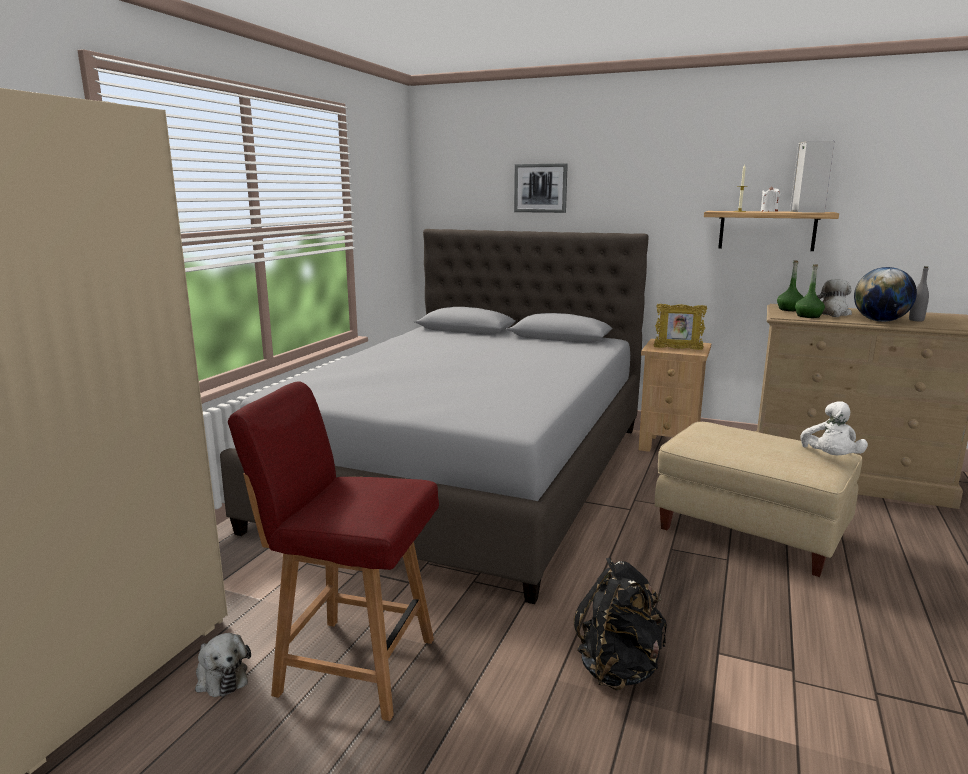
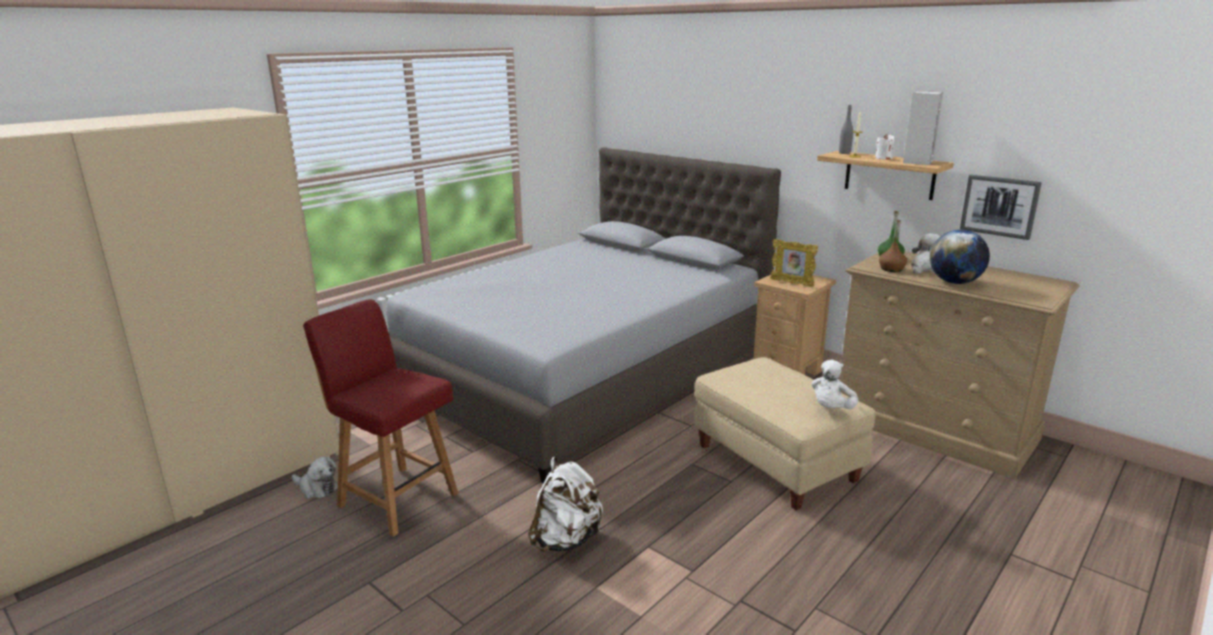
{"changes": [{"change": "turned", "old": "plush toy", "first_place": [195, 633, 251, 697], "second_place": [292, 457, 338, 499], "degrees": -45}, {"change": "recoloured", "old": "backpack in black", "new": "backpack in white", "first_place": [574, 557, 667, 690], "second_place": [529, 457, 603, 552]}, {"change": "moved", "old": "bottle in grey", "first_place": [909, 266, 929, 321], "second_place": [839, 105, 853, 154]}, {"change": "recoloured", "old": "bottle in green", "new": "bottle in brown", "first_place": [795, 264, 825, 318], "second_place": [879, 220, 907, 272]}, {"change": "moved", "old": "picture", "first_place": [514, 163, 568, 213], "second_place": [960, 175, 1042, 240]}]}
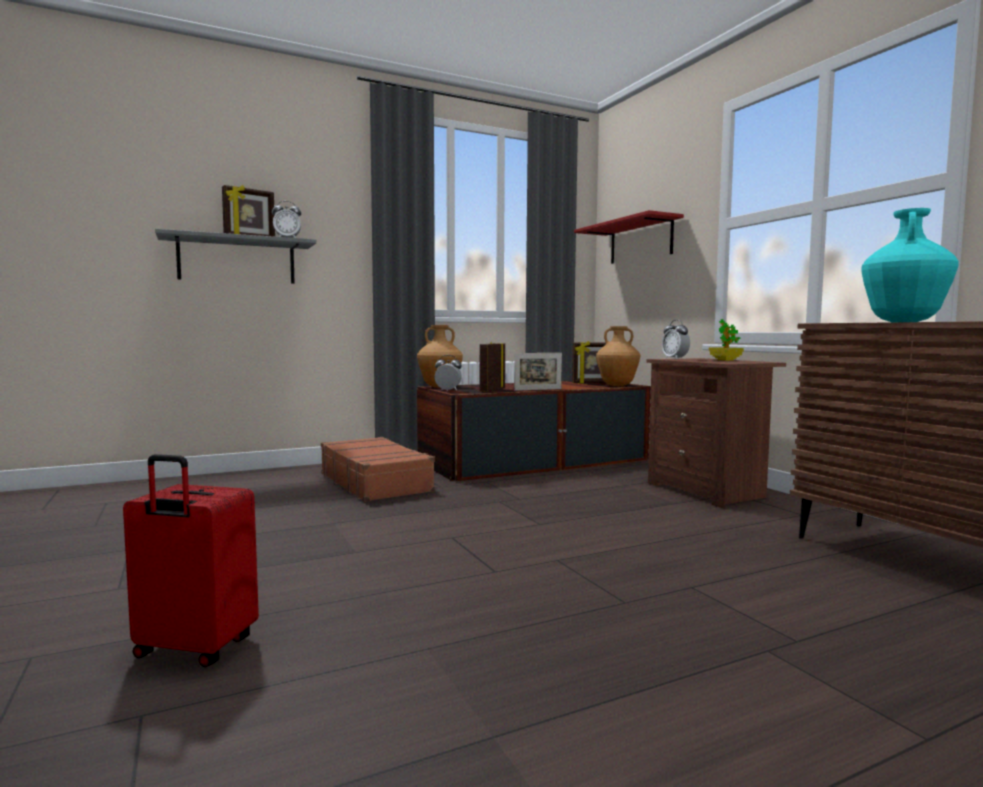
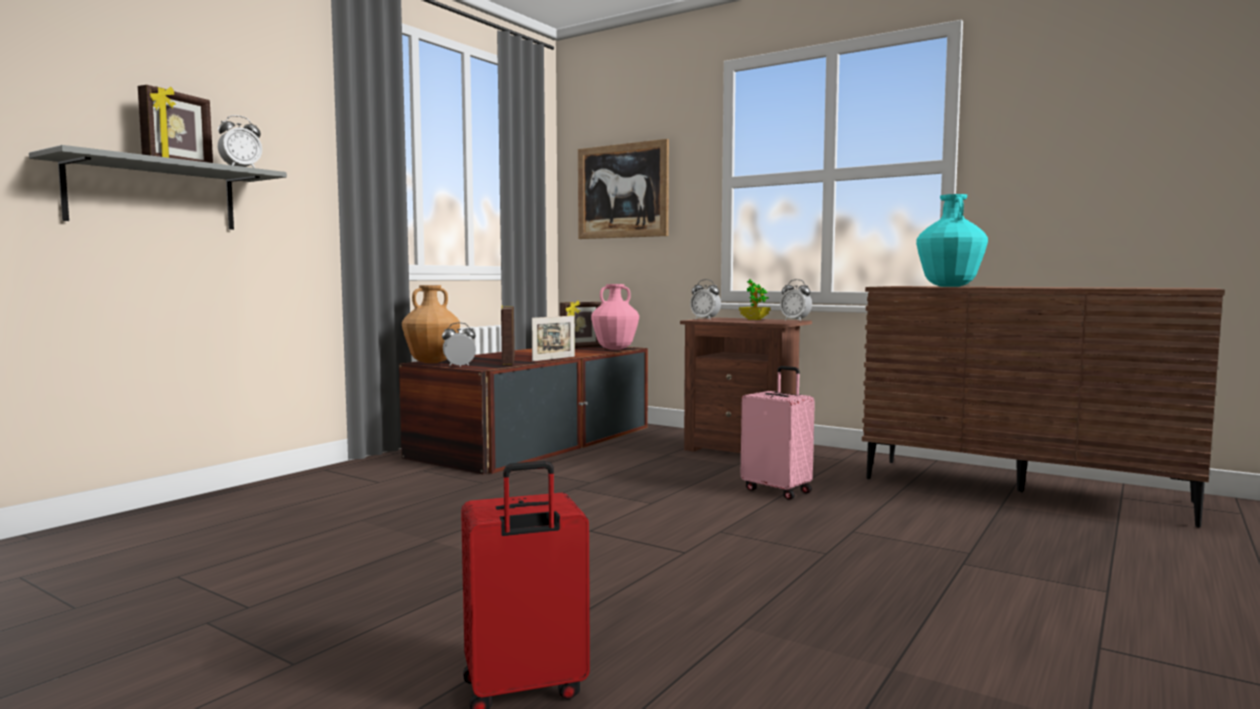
{"changes": [{"change": "replaced", "old": "shelf in red", "new": "picture", "first_place": [574, 210, 684, 264], "second_place": [578, 139, 669, 239]}, {"change": "recoloured", "old": "vase in brown", "new": "vase in pink", "first_place": [596, 326, 640, 386], "second_place": [591, 284, 639, 350]}, {"change": "added", "new": "suitcase in pink", "second_place": [741, 366, 815, 500]}, {"change": "added", "new": "alarm clock", "second_place": [780, 279, 812, 321]}, {"change": "removed", "old": "suitcase in brown", "first_place": [321, 437, 435, 502]}]}
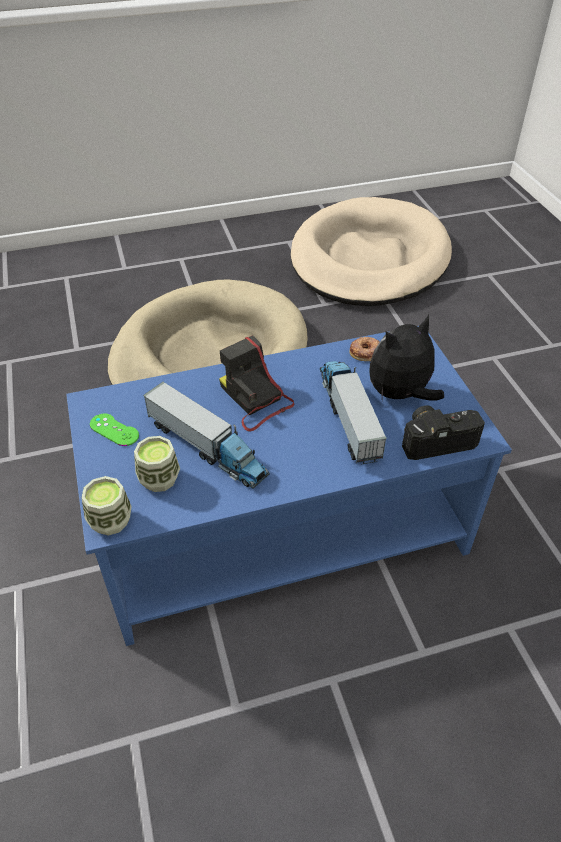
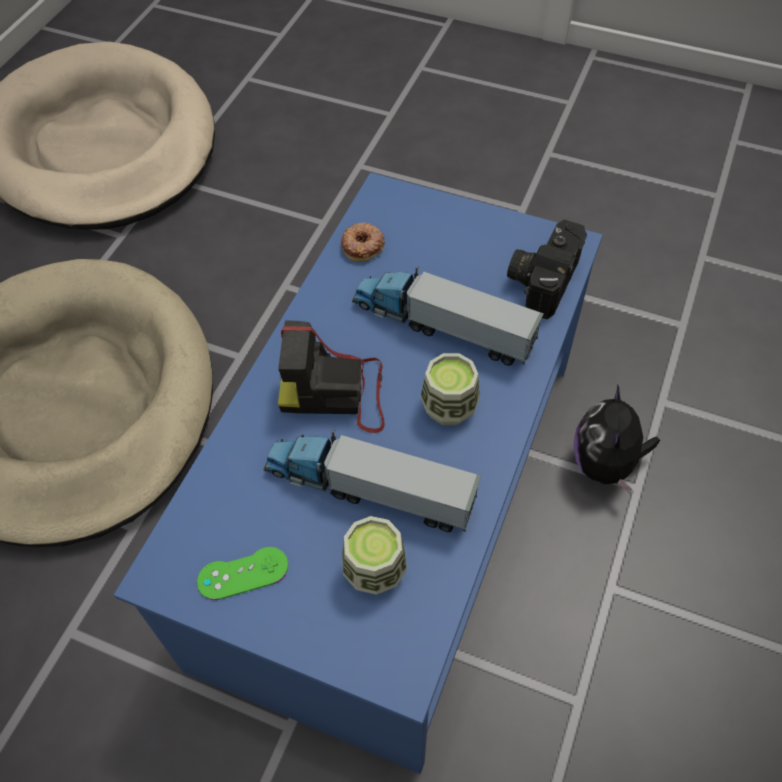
{"changes": [{"change": "turned", "old": "toy truck", "first_place": [143, 382, 270, 489], "second_place": [264, 430, 481, 532], "degrees": -150}, {"change": "moved", "old": "cup", "first_place": [82, 476, 132, 536], "second_place": [420, 353, 480, 425]}, {"change": "moved", "old": "plush toy", "first_place": [369, 315, 444, 401], "second_place": [574, 384, 660, 494]}]}
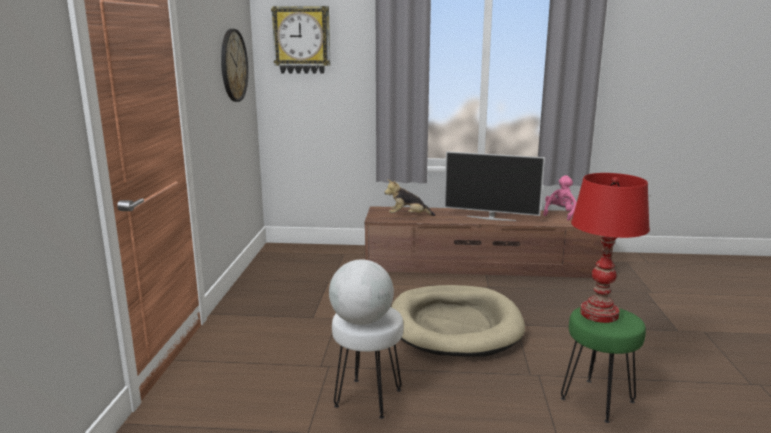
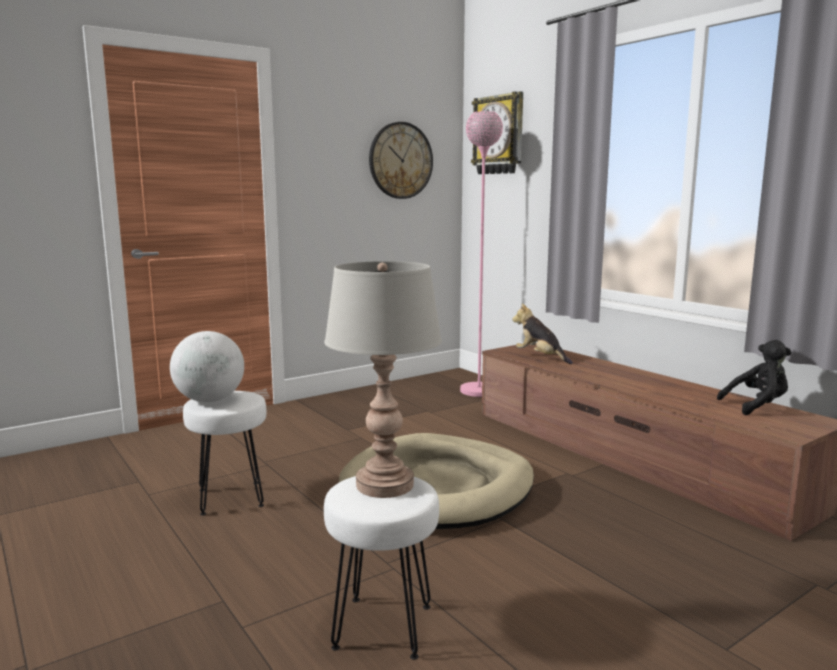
{"changes": [{"change": "recoloured", "old": "table lamp in red", "new": "table lamp in grey", "first_place": [571, 173, 650, 323], "second_place": [324, 261, 442, 498]}, {"change": "recoloured", "old": "stool in green", "new": "stool in white", "first_place": [561, 307, 646, 423], "second_place": [324, 476, 439, 660]}, {"change": "added", "new": "floor lamp in pink", "second_place": [460, 111, 503, 397]}, {"change": "recoloured", "old": "plush toy in pink", "new": "plush toy in black", "first_place": [543, 175, 577, 221], "second_place": [717, 340, 792, 415]}, {"change": "removed", "old": "television", "first_place": [444, 151, 545, 221]}]}
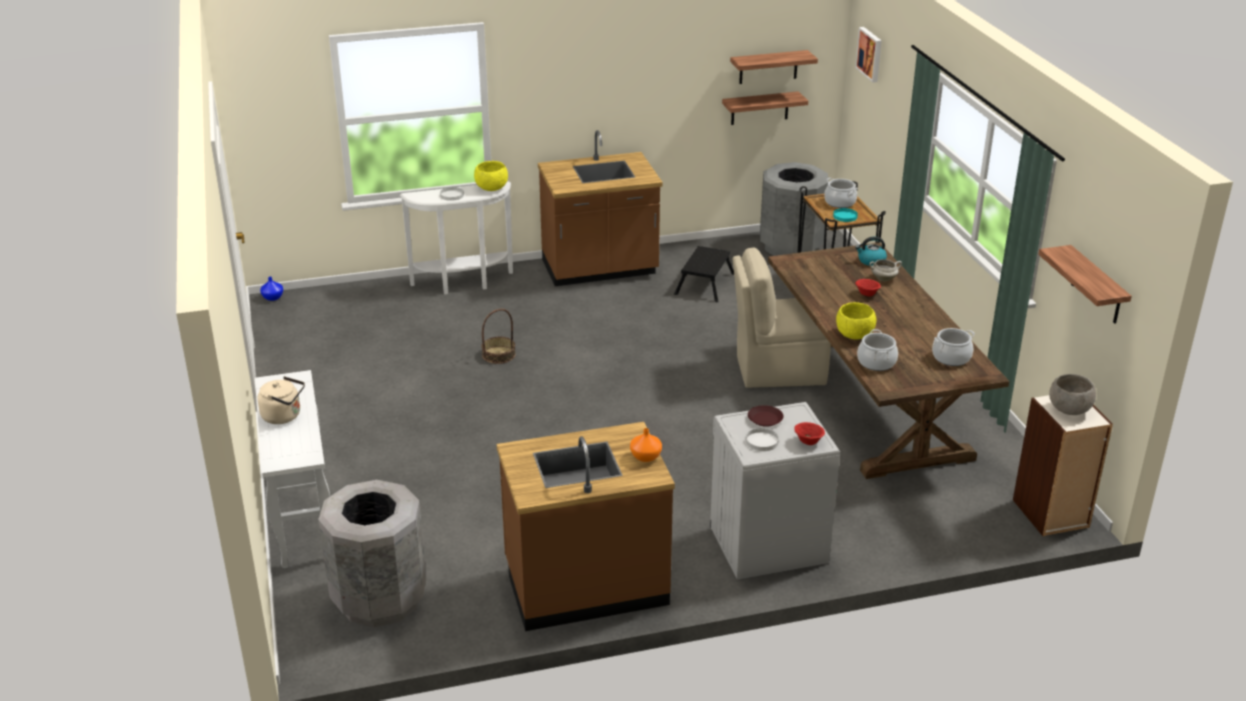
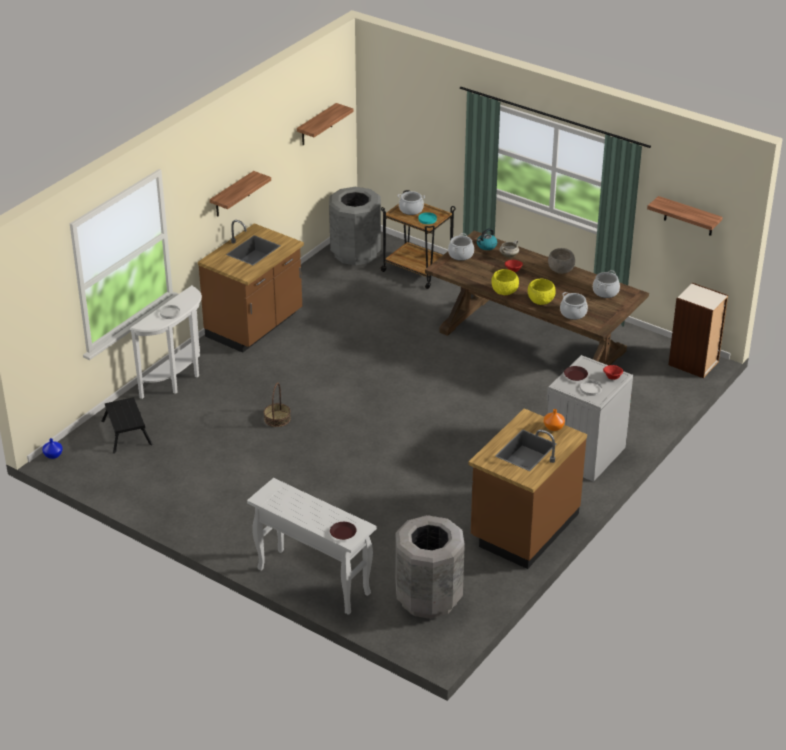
{"changes": [{"change": "moved", "old": "step ladder in black", "first_place": [674, 246, 734, 303], "second_place": [101, 397, 153, 454]}, {"change": "moved", "old": "shelf", "first_place": [722, 91, 808, 125], "second_place": [210, 171, 271, 217]}, {"change": "added", "new": "plate in brown", "second_place": [330, 522, 357, 540]}, {"change": "added", "new": "cooking pot", "second_place": [448, 233, 474, 261]}, {"change": "moved", "old": "bowl in yellow", "first_place": [474, 161, 508, 191], "second_place": [491, 269, 519, 295]}, {"change": "moved", "old": "bowl in grey", "first_place": [1049, 374, 1096, 415], "second_place": [548, 248, 575, 274]}, {"change": "removed", "old": "kettle in beige", "first_place": [257, 376, 305, 424]}, {"change": "removed", "old": "chair in beige", "first_place": [733, 248, 831, 388]}, {"change": "removed", "old": "picture", "first_place": [855, 27, 882, 83]}]}
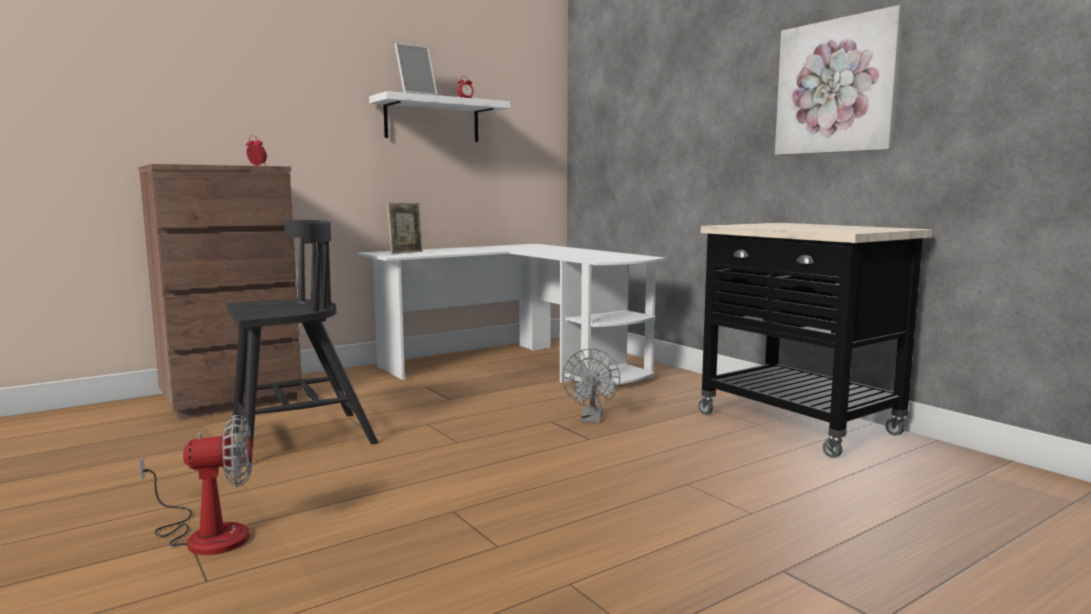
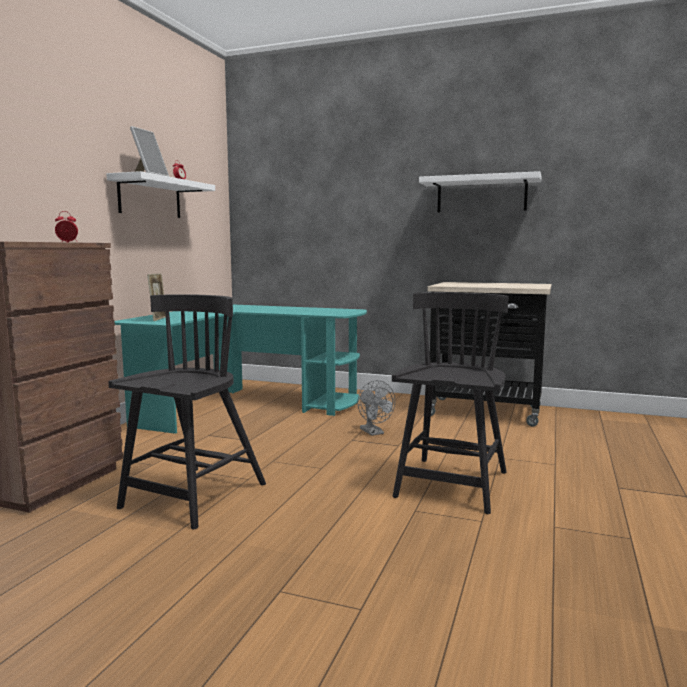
{"changes": [{"change": "recoloured", "old": "desk in white", "new": "desk in turquoise", "first_place": [357, 244, 666, 385], "second_place": [115, 305, 367, 434]}, {"change": "added", "new": "chair in black", "second_place": [392, 292, 509, 514]}, {"change": "replaced", "old": "picture", "new": "shelf in white", "first_place": [775, 5, 904, 155], "second_place": [419, 171, 542, 212]}, {"change": "removed", "old": "fan", "first_place": [140, 415, 252, 555]}]}
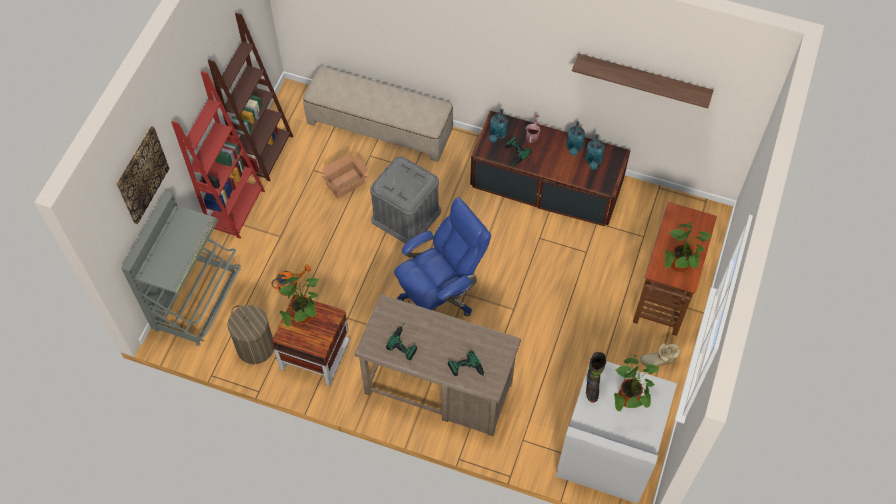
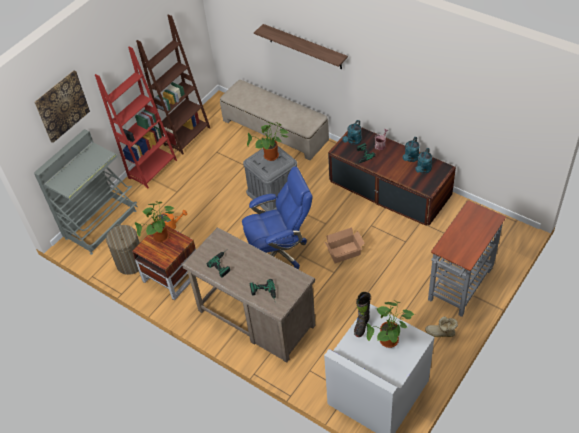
{"changes": [{"change": "moved", "old": "potted plant", "first_place": [665, 222, 711, 273], "second_place": [247, 122, 288, 161]}, {"change": "moved", "old": "shelf", "first_place": [572, 53, 714, 108], "second_place": [254, 24, 348, 70]}, {"change": "moved", "old": "cardboard box", "first_place": [322, 153, 368, 199], "second_place": [324, 227, 365, 264]}, {"change": "recoloured", "old": "cart in brown", "new": "cart in grey", "first_place": [633, 202, 717, 336], "second_place": [428, 200, 506, 317]}]}
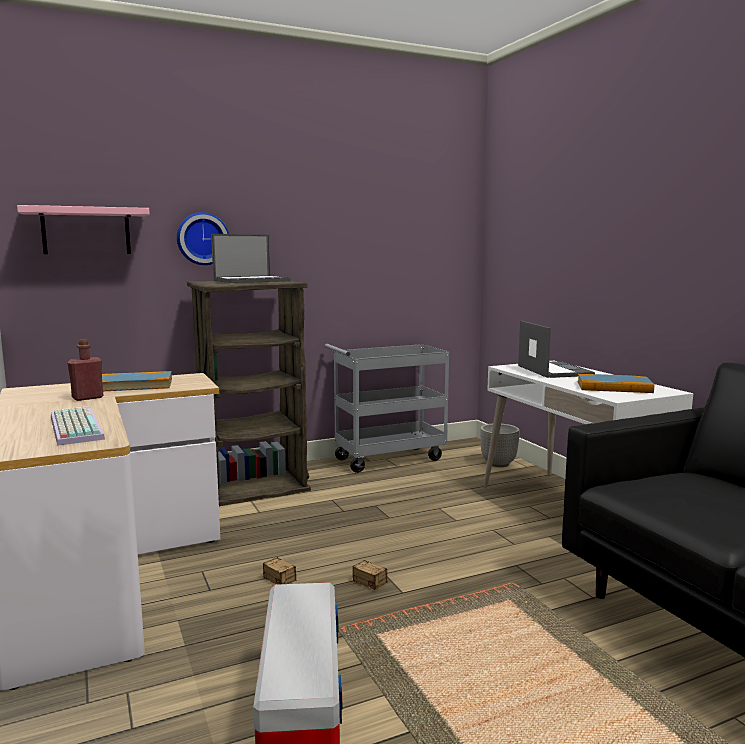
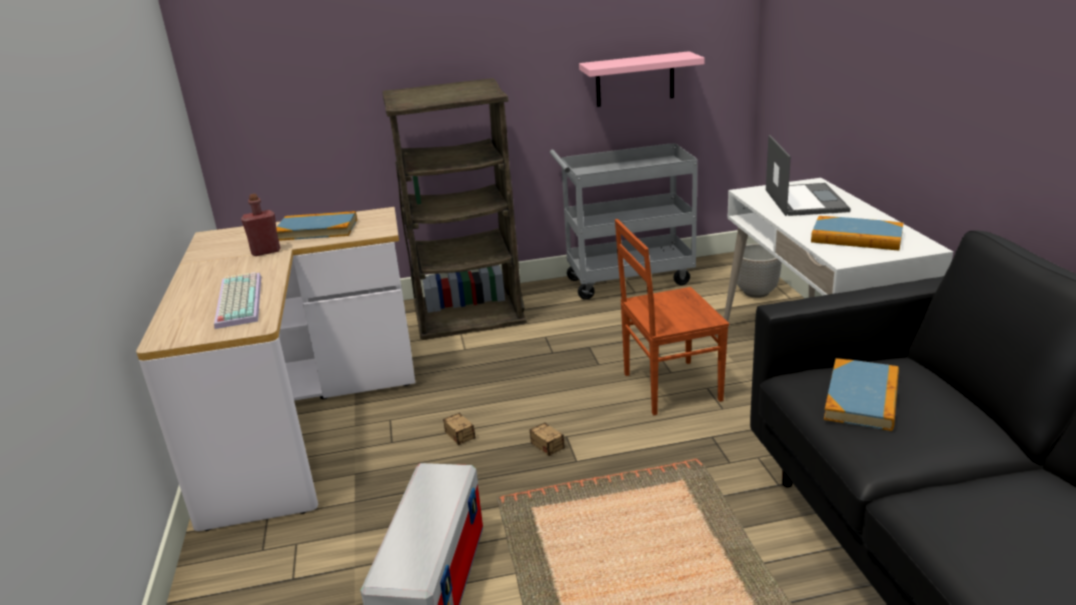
{"changes": [{"change": "moved", "old": "shelf in pink", "first_place": [17, 205, 150, 254], "second_place": [579, 51, 705, 107]}, {"change": "added", "new": "chair in brown", "second_place": [615, 219, 729, 415]}, {"change": "added", "new": "book", "second_place": [824, 358, 899, 431]}, {"change": "removed", "old": "wall clock", "first_place": [177, 212, 229, 265]}, {"change": "removed", "old": "laptop", "first_place": [211, 234, 291, 283]}]}
